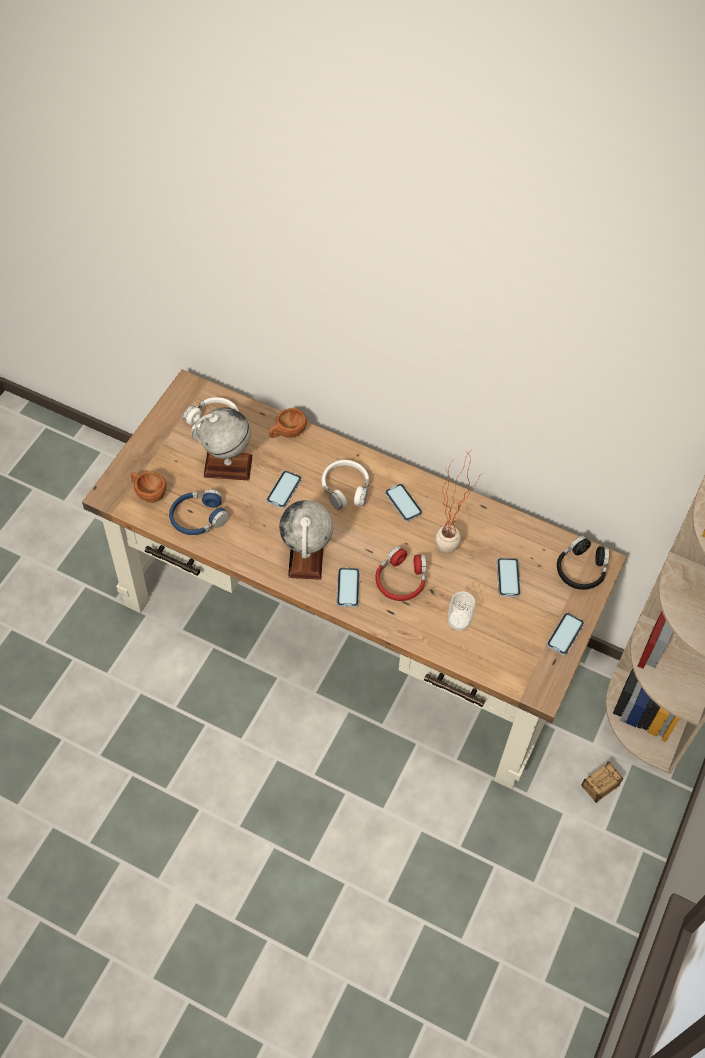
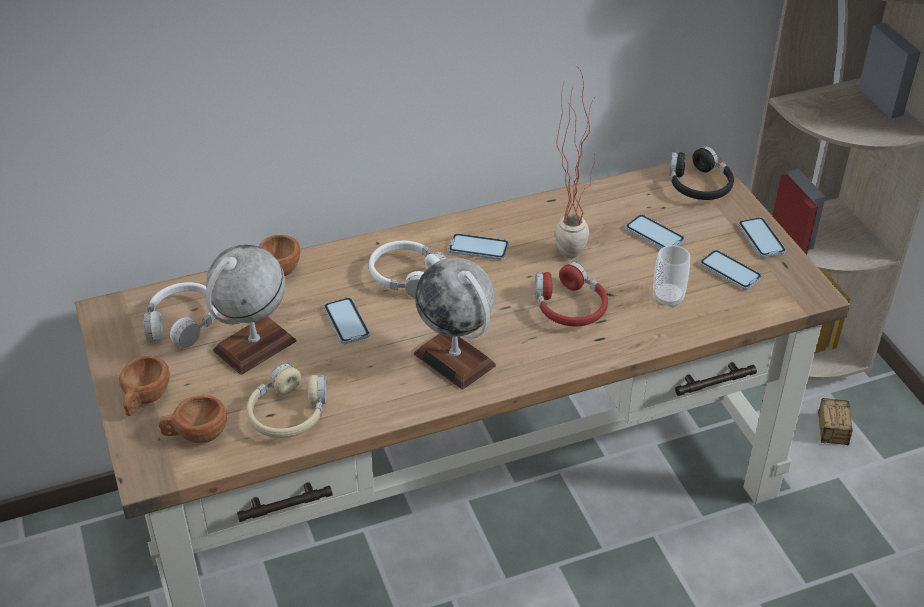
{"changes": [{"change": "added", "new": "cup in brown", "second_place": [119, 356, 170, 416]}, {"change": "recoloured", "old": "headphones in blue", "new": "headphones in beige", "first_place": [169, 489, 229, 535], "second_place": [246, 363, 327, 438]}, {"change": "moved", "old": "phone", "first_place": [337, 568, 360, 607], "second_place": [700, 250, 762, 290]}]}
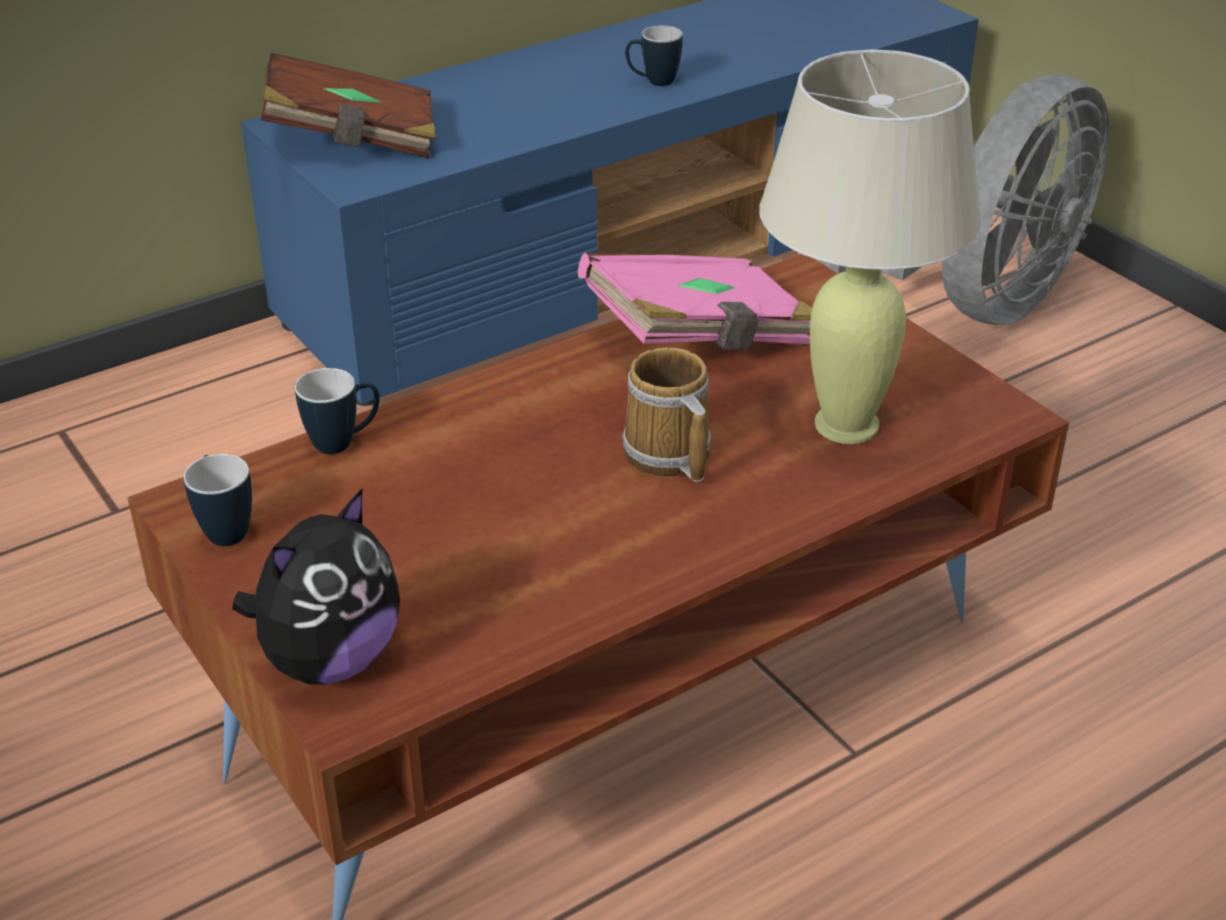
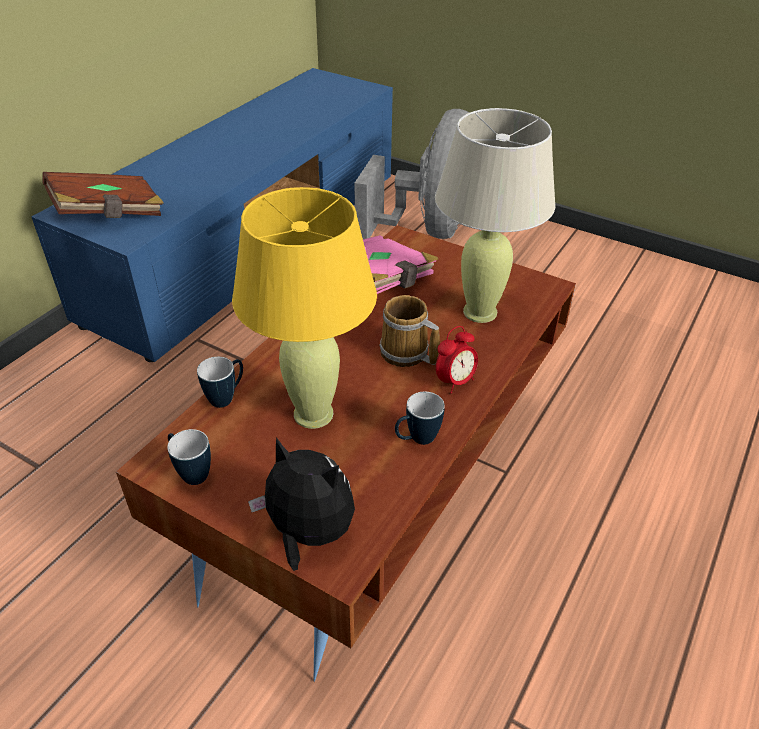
{"changes": [{"change": "added", "new": "table lamp in yellow", "second_place": [232, 187, 377, 429]}, {"change": "turned", "old": "plush toy", "first_place": [232, 488, 400, 684], "second_place": [248, 437, 355, 571], "degrees": -75}, {"change": "moved", "old": "mug", "first_place": [625, 25, 683, 86], "second_place": [395, 391, 445, 445]}, {"change": "added", "new": "alarm clock", "second_place": [436, 326, 478, 394]}]}
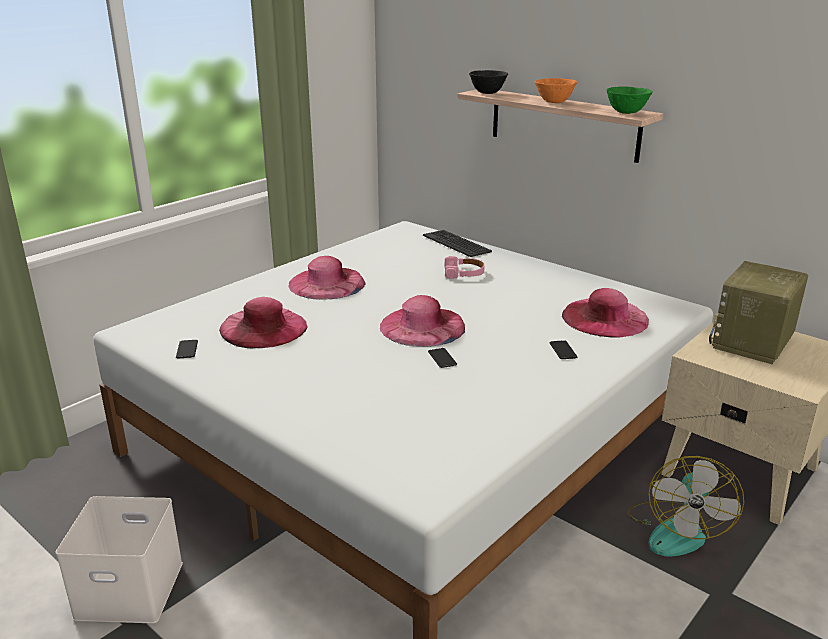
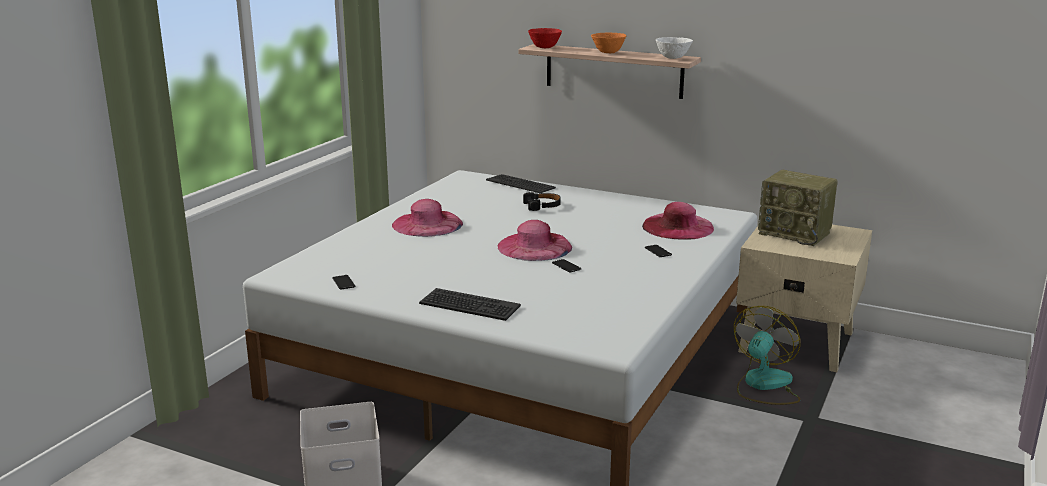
{"changes": [{"change": "added", "new": "keyboard", "second_place": [419, 288, 521, 321]}, {"change": "recoloured", "old": "headphones in pink", "new": "headphones in black", "first_place": [445, 256, 485, 279], "second_place": [523, 192, 561, 211]}, {"change": "recoloured", "old": "bowl in black", "new": "bowl in red", "first_place": [469, 70, 508, 94], "second_place": [528, 28, 562, 48]}, {"change": "recoloured", "old": "bowl in green", "new": "bowl in white", "first_place": [606, 87, 653, 114], "second_place": [656, 37, 693, 59]}, {"change": "turned", "old": "fan", "first_place": [627, 456, 744, 556], "second_place": [734, 306, 800, 405], "degrees": -150}, {"change": "turned", "old": "radio", "first_place": [709, 261, 808, 364], "second_place": [758, 170, 838, 246], "degrees": -75}, {"change": "removed", "old": "hat in pink", "first_place": [219, 297, 307, 348]}]}
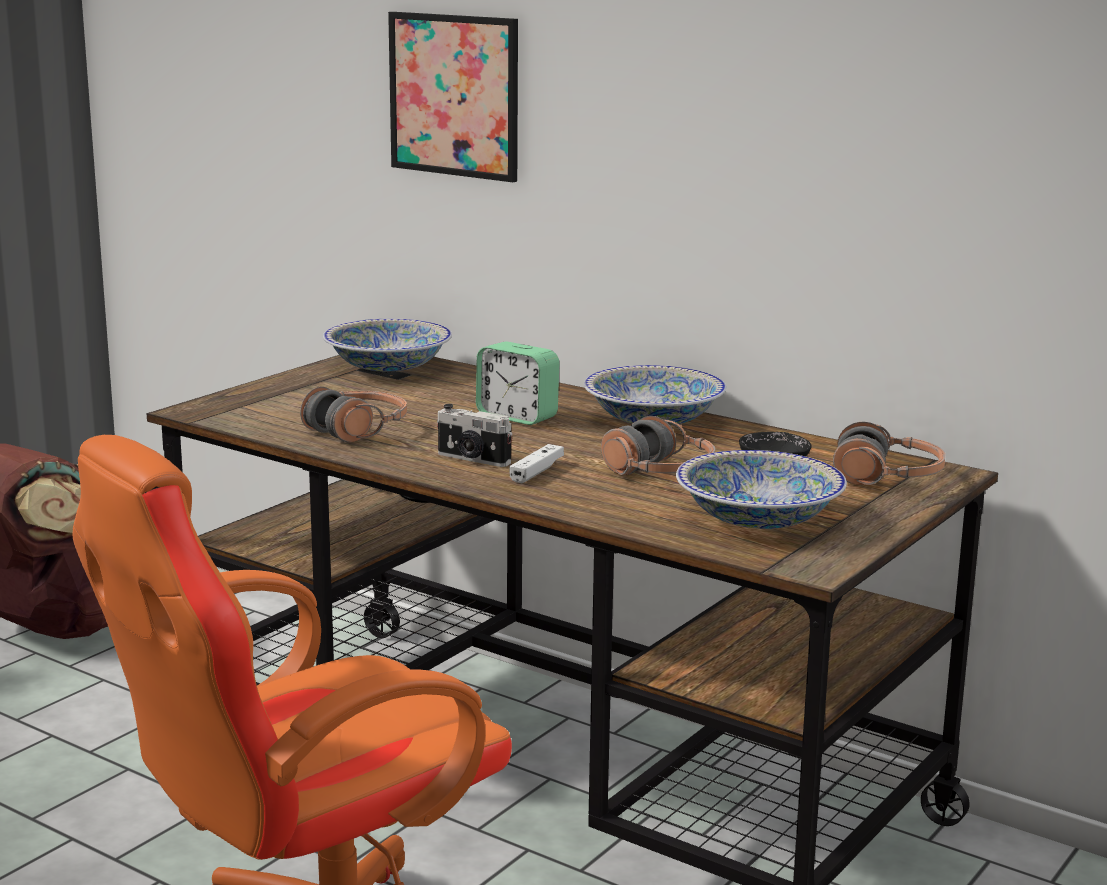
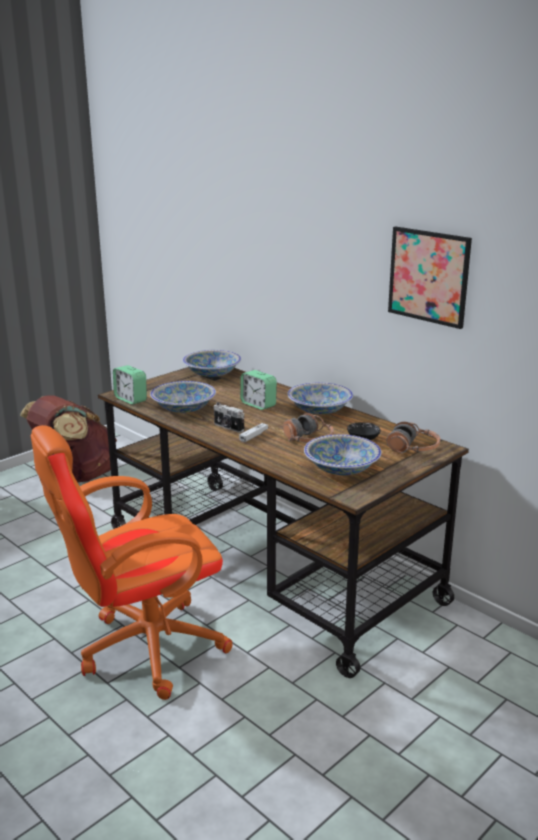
{"changes": [{"change": "added", "new": "alarm clock", "second_place": [113, 365, 147, 404]}, {"change": "replaced", "old": "headphones", "new": "bowl", "first_place": [300, 387, 407, 442], "second_place": [150, 381, 216, 413]}, {"change": "moved", "old": "picture", "first_place": [388, 12, 518, 182], "second_place": [388, 227, 472, 329]}]}
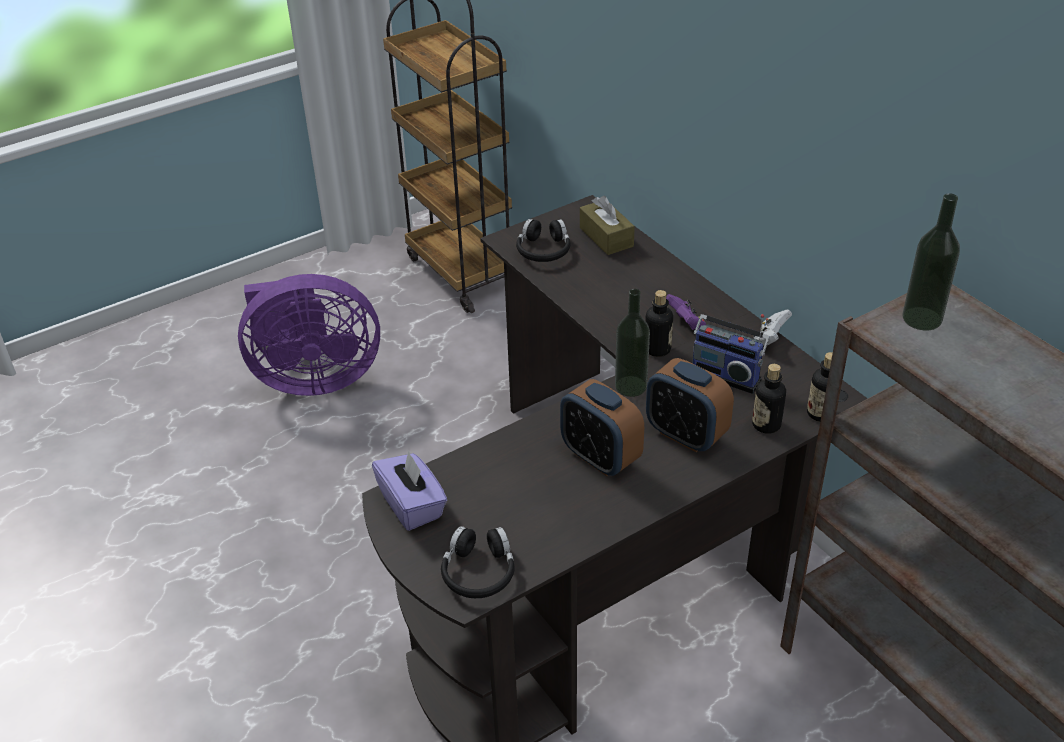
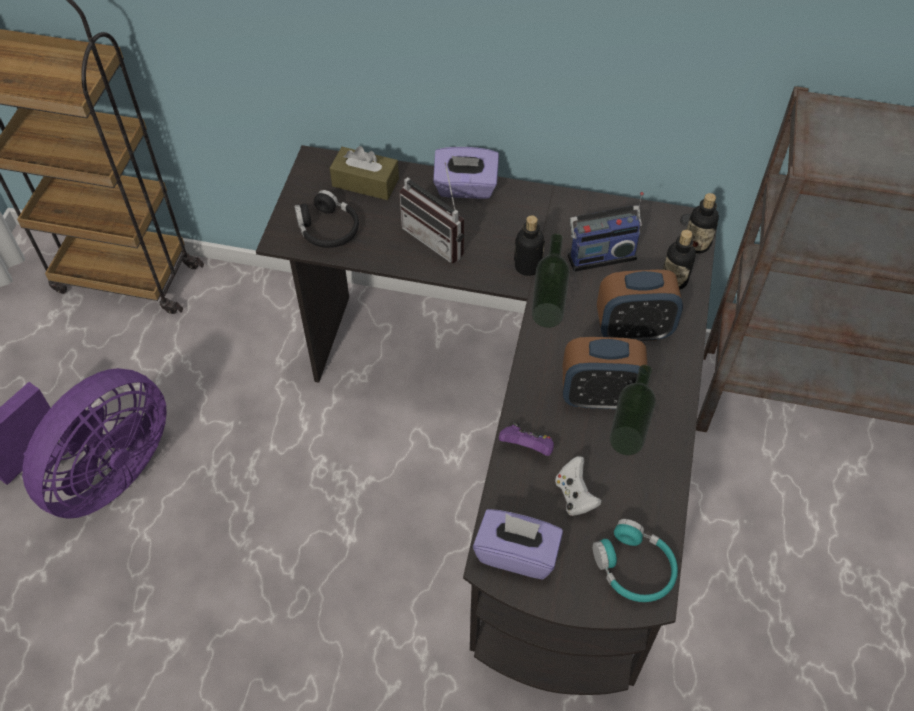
{"changes": [{"change": "added", "new": "radio", "second_place": [399, 162, 464, 263]}, {"change": "added", "new": "tissue box in purple", "second_place": [433, 147, 499, 199]}, {"change": "moved", "old": "game controller in purple", "first_place": [666, 294, 706, 330], "second_place": [499, 422, 554, 456]}, {"change": "moved", "old": "game controller in white", "first_place": [752, 310, 792, 347], "second_place": [555, 456, 602, 516]}, {"change": "recoloured", "old": "headphones in black", "new": "headphones in turquoise", "first_place": [441, 526, 515, 598], "second_place": [592, 519, 678, 602]}, {"change": "moved", "old": "bottle", "first_place": [902, 193, 960, 330], "second_place": [610, 365, 656, 455]}]}
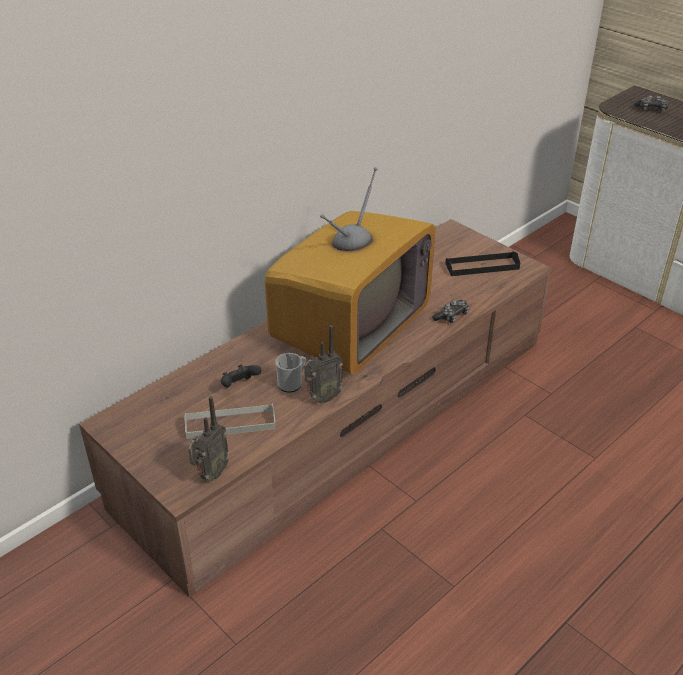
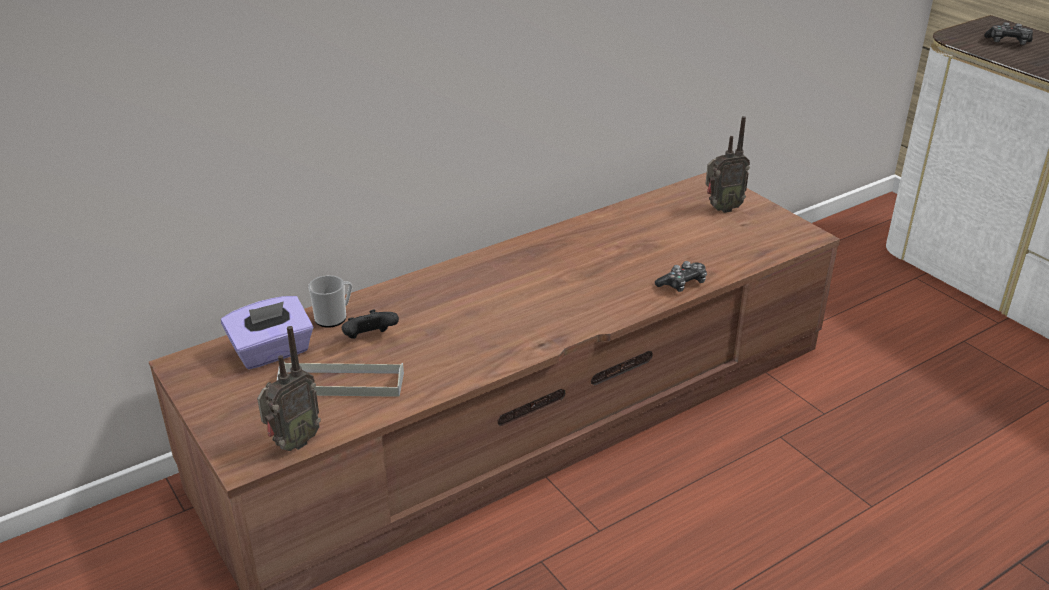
{"changes": [{"change": "added", "new": "tissue box in purple", "second_place": [221, 296, 313, 369]}, {"change": "moved", "old": "mug", "first_place": [275, 353, 306, 392], "second_place": [308, 275, 352, 327]}, {"change": "moved", "old": "radio", "first_place": [304, 325, 343, 403], "second_place": [705, 116, 750, 213]}, {"change": "removed", "old": "television", "first_place": [265, 167, 435, 374]}, {"change": "removed", "old": "tray in black", "first_place": [445, 251, 520, 276]}]}
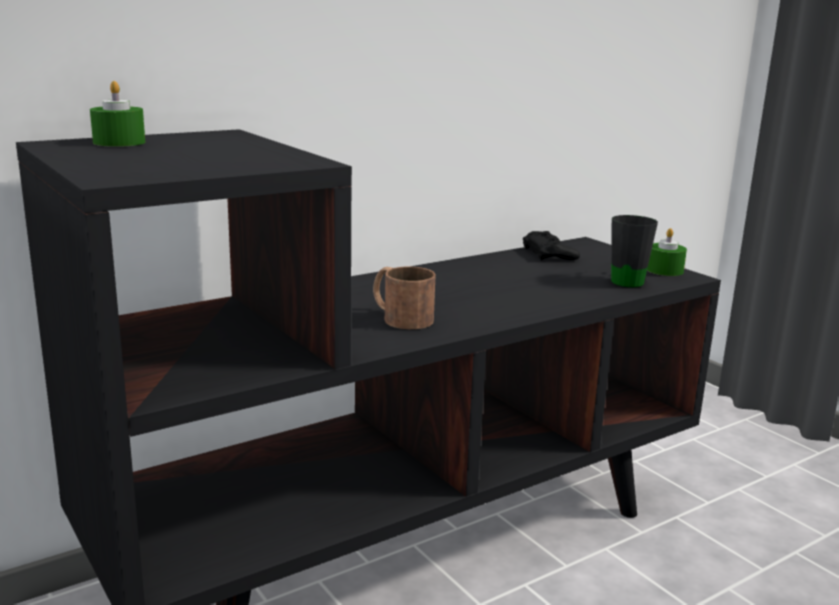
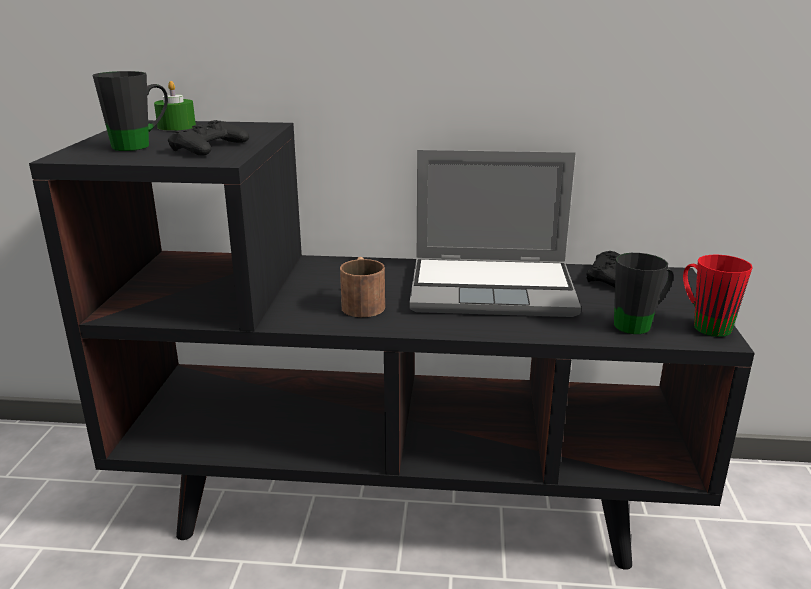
{"changes": [{"change": "added", "new": "mug in black", "second_place": [93, 71, 168, 151]}, {"change": "added", "new": "game controller in black", "second_place": [168, 120, 249, 156]}, {"change": "added", "new": "laptop", "second_place": [409, 150, 581, 317]}, {"change": "replaced", "old": "candle in green", "new": "mug in red", "first_place": [647, 228, 687, 276], "second_place": [683, 255, 753, 337]}]}
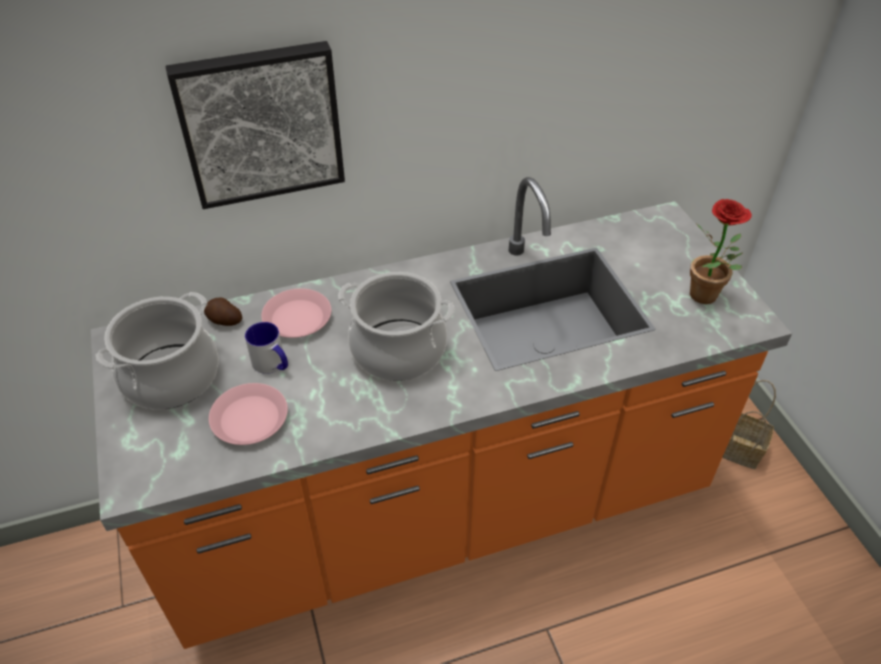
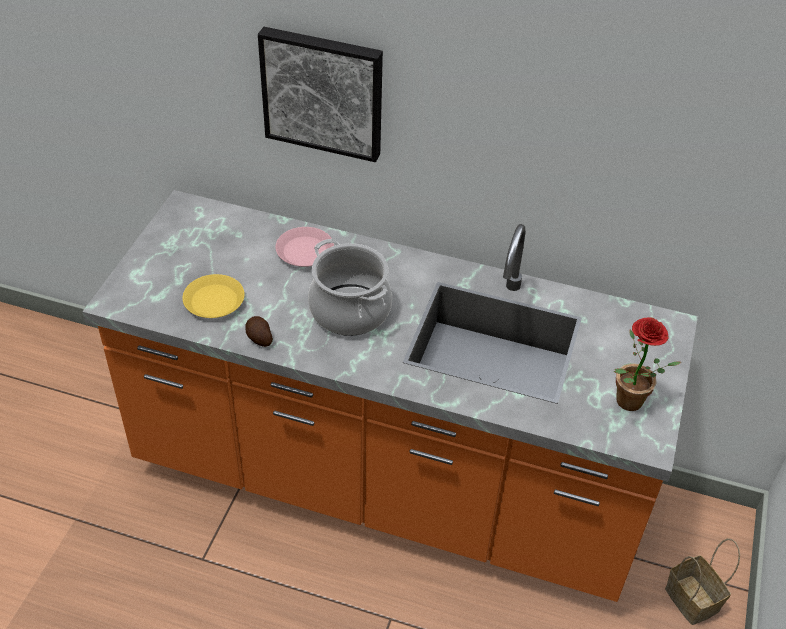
{"changes": [{"change": "recoloured", "old": "plate in pink", "new": "plate in yellow", "first_place": [209, 383, 288, 445], "second_place": [182, 274, 245, 318]}, {"change": "moved", "old": "potato", "first_place": [204, 298, 242, 326], "second_place": [246, 316, 273, 347]}, {"change": "removed", "old": "cooking pot", "first_place": [96, 292, 218, 409]}, {"change": "removed", "old": "mug", "first_place": [245, 322, 288, 374]}]}
